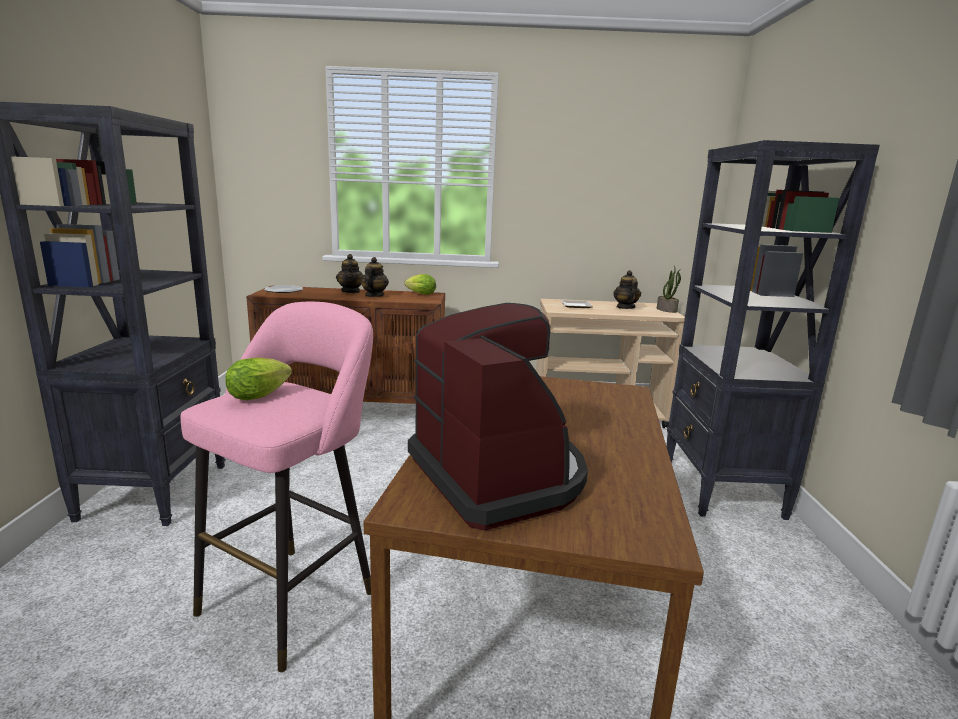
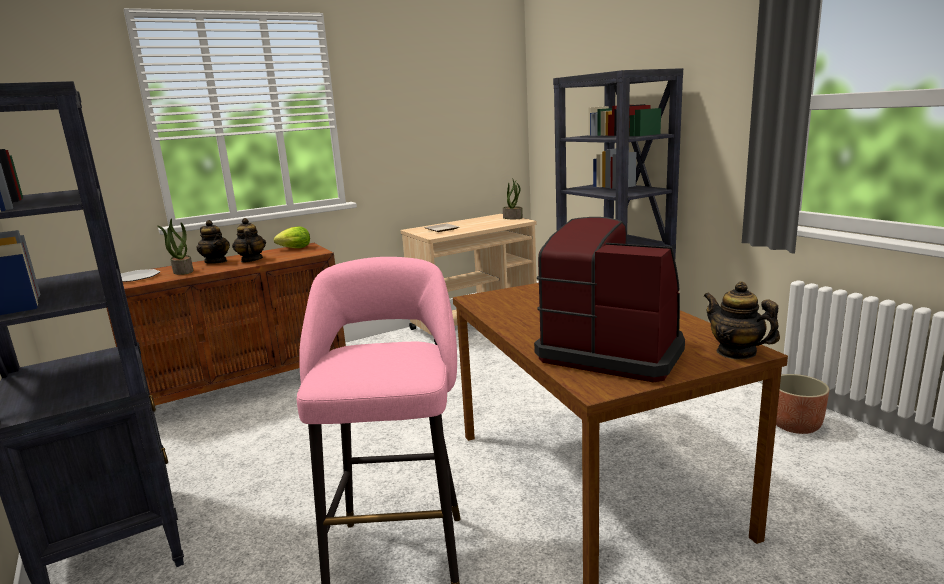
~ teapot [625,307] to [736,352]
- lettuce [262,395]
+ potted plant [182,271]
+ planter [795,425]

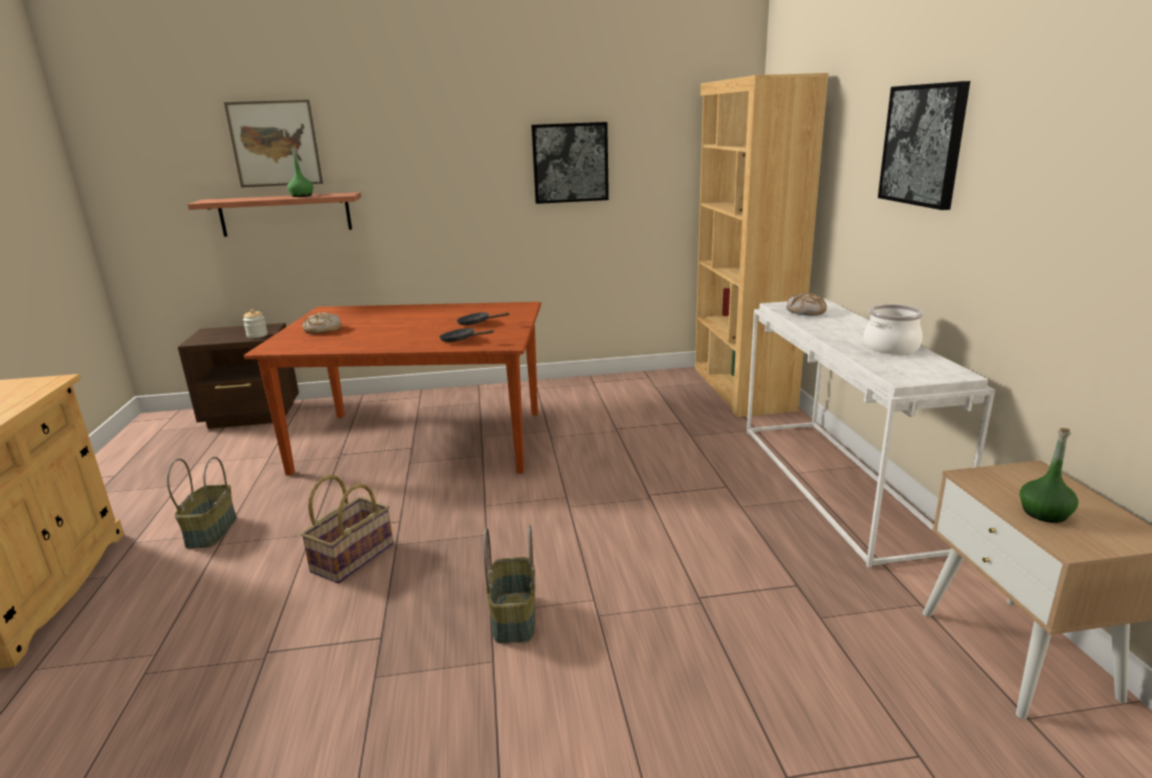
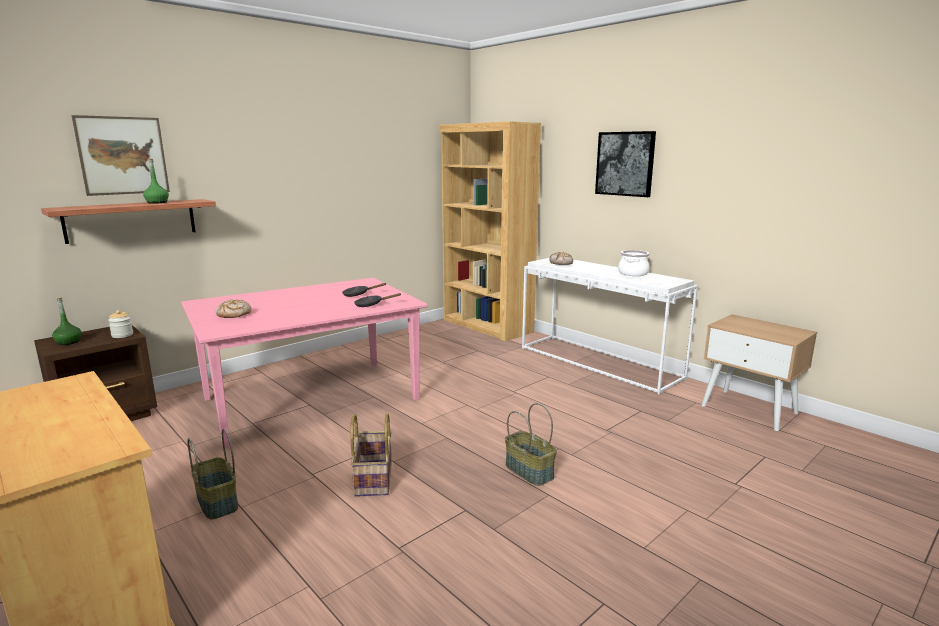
- picture [570,163]
~ brown dining table [423,441] to pink dining table [312,398]
~ green bottle [1044,513] to [68,342]

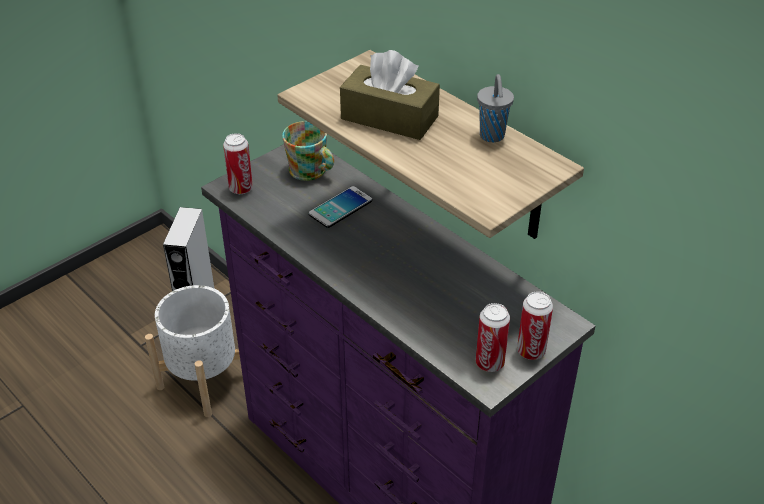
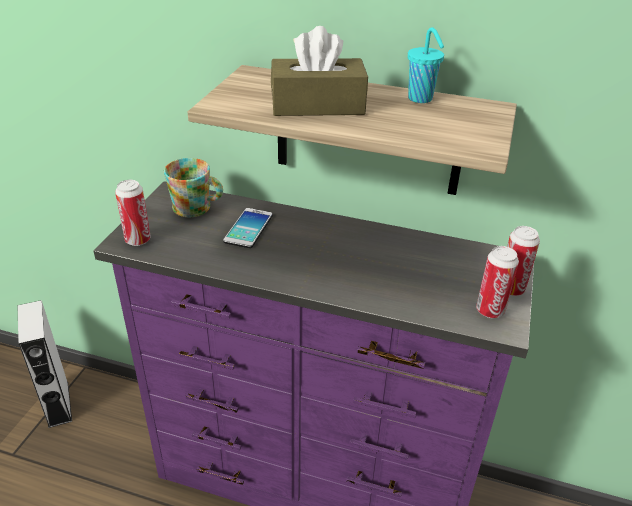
~ grey cup [492,137] to turquoise cup [421,99]
- white planter [204,380]

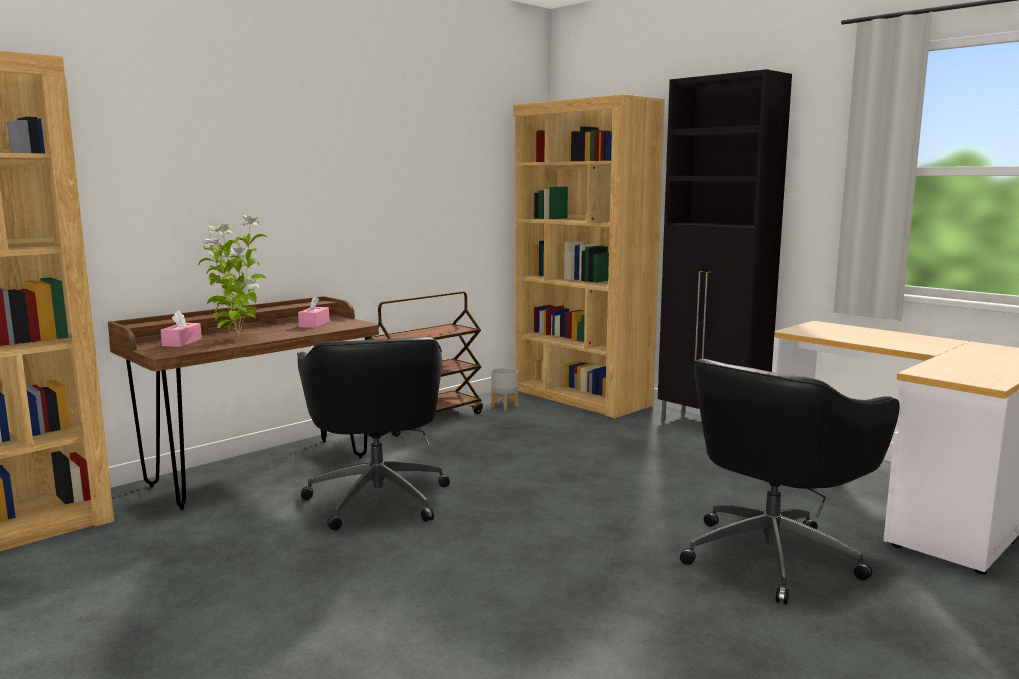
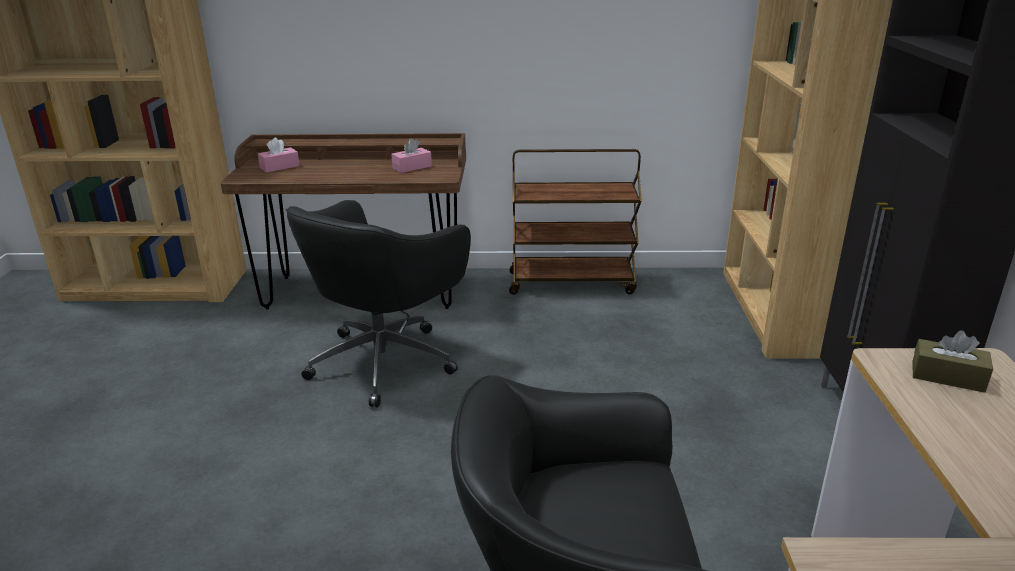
- potted plant [237,338]
- grey planter [505,406]
+ brown tissue box [947,376]

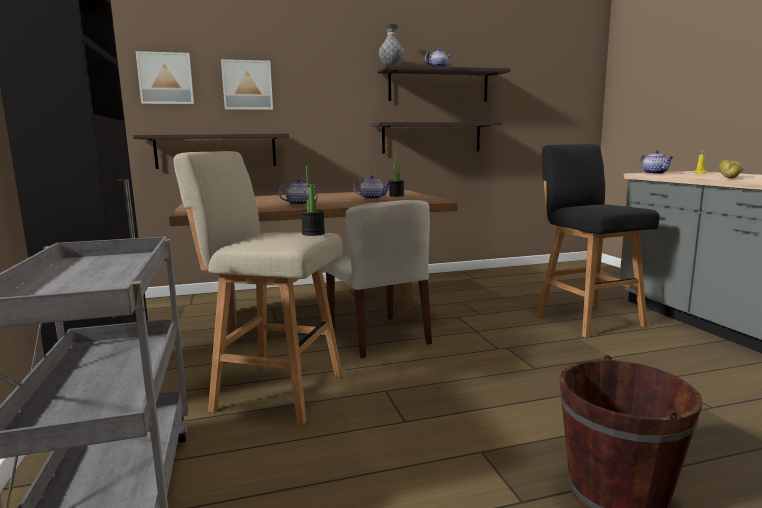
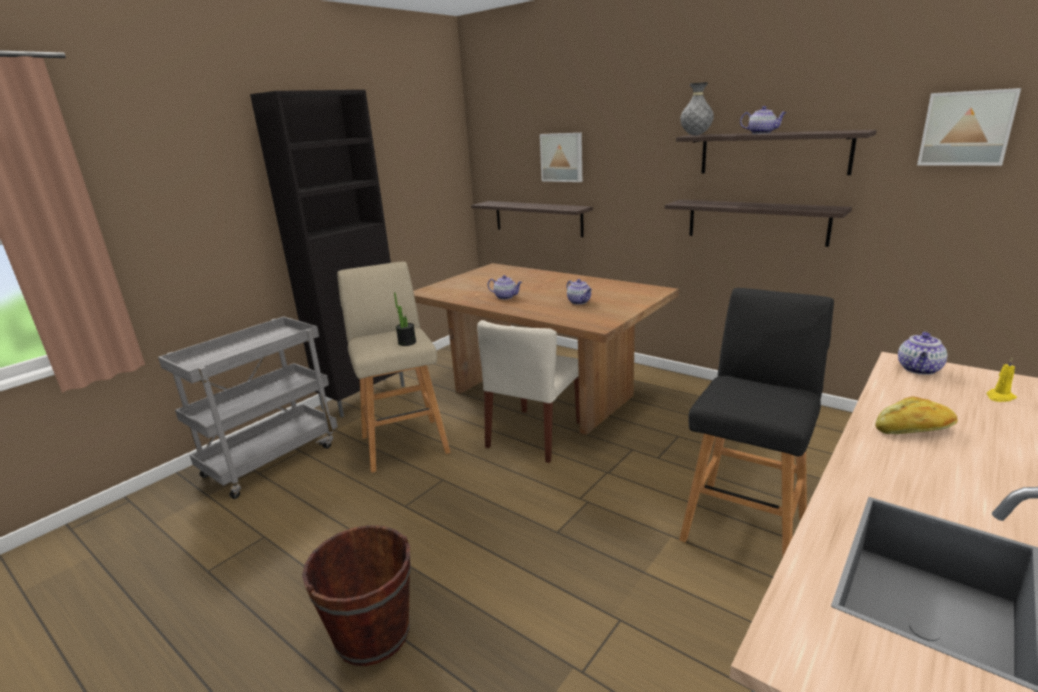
~ picture [166,78] to [966,128]
- potted plant [396,195]

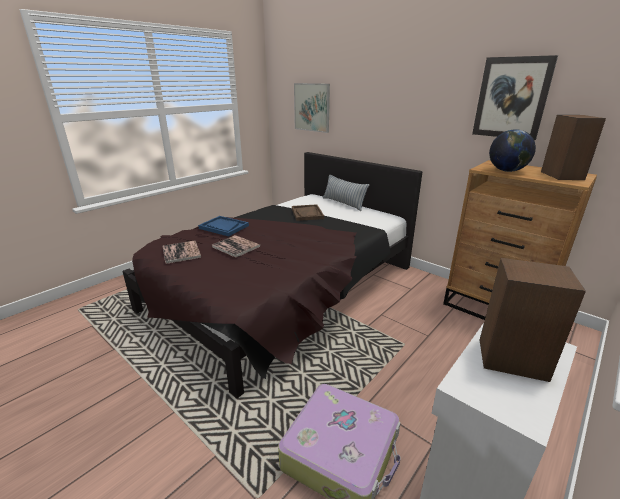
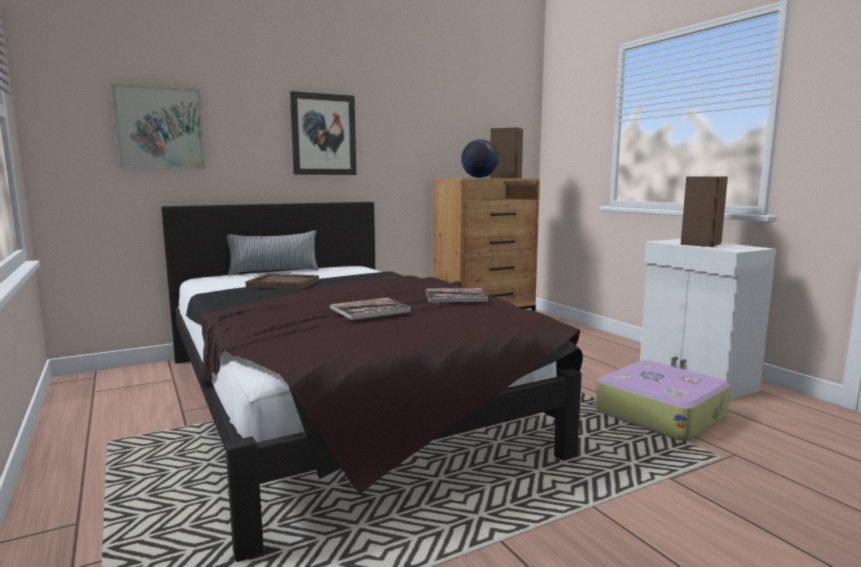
~ picture [511,98] to [323,134]
- blue tray [223,227]
~ book [181,252] to [455,296]

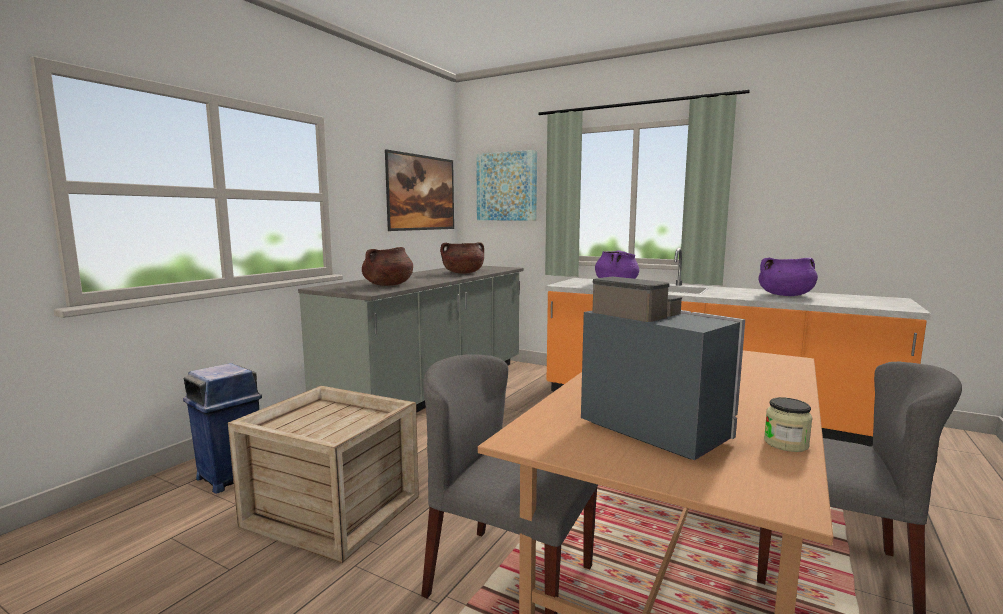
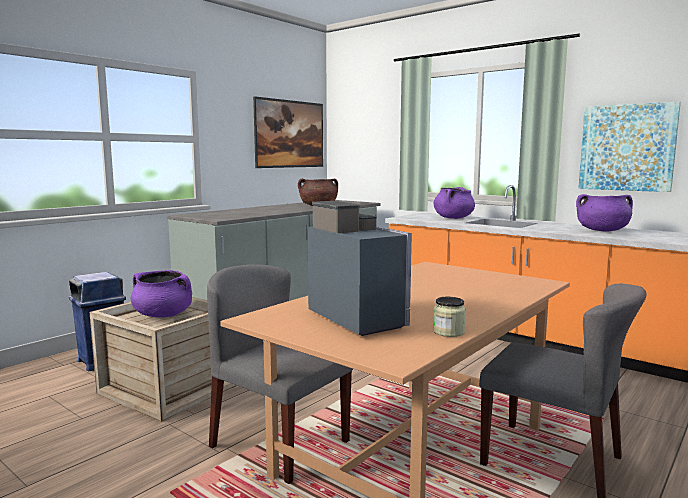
~ picture [506,186] to [627,147]
- brown cooking pot [388,285]
+ purple cooking pot [163,315]

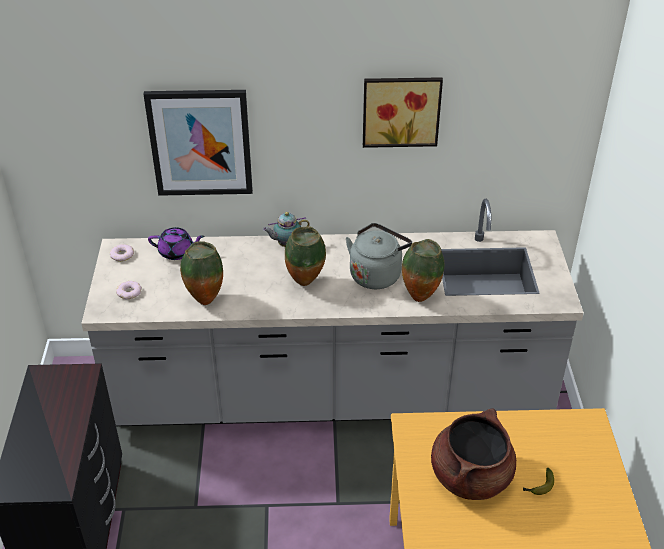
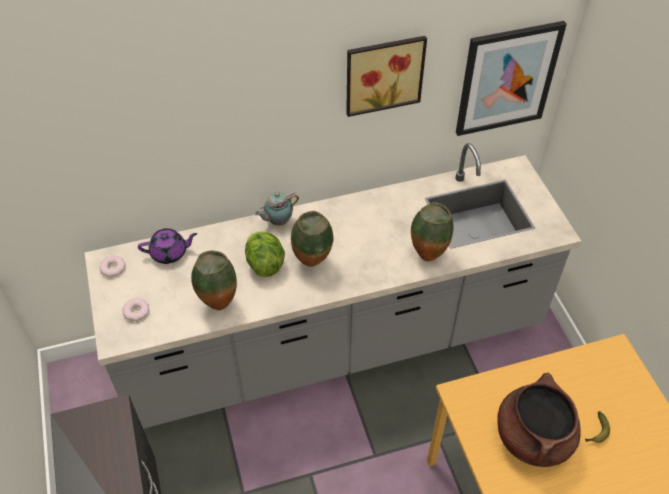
~ picture [200,142] to [507,79]
- grey kettle [376,274]
+ lettuce [264,263]

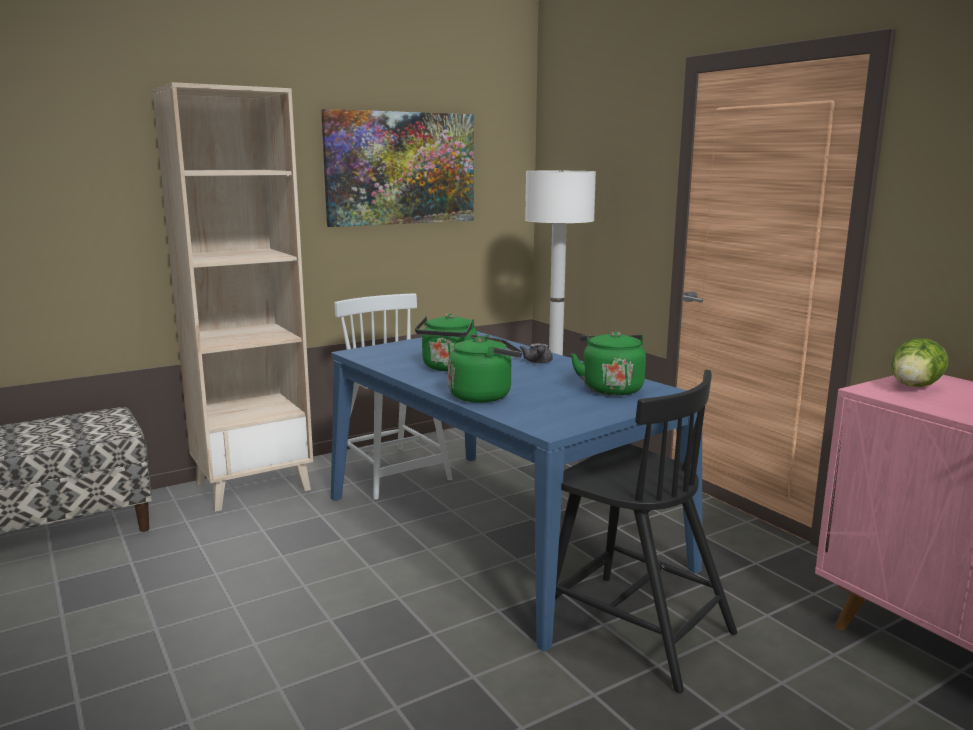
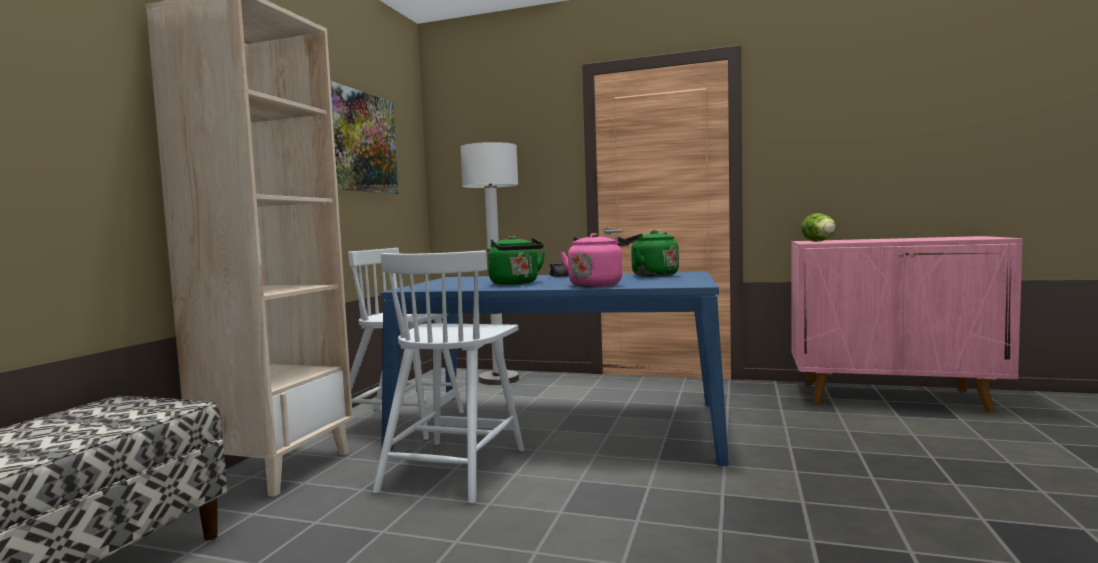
~ green kettle [484,395] to pink kettle [596,285]
- black chair [633,628]
+ white chair [454,468]

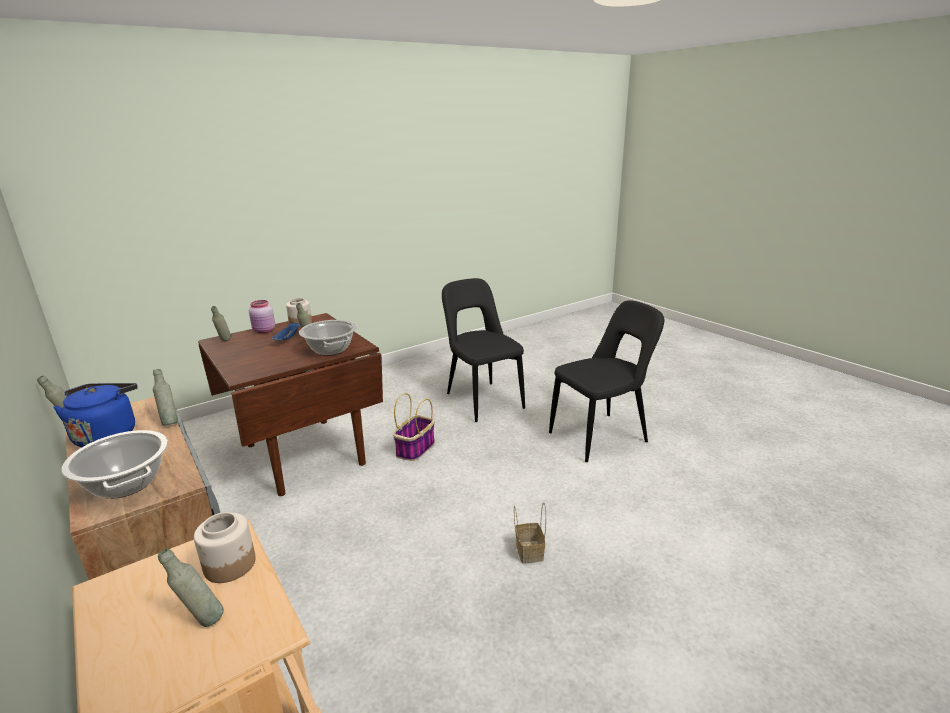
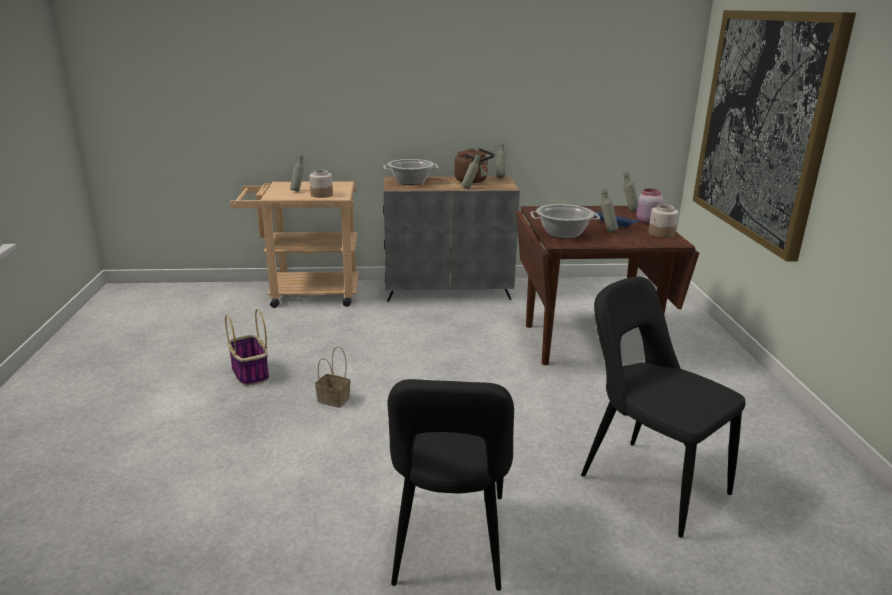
~ black chair [482,400] = [647,482] 135 degrees counterclockwise
~ blue kettle [107,435] to brown kettle [473,181]
~ basket [415,449] to [250,373]
+ picture [762,125]

